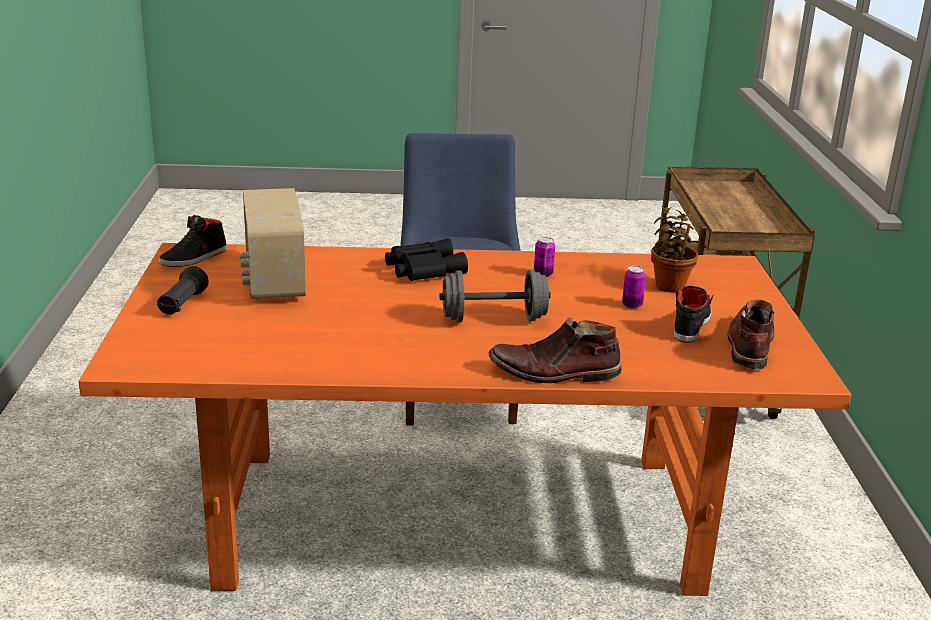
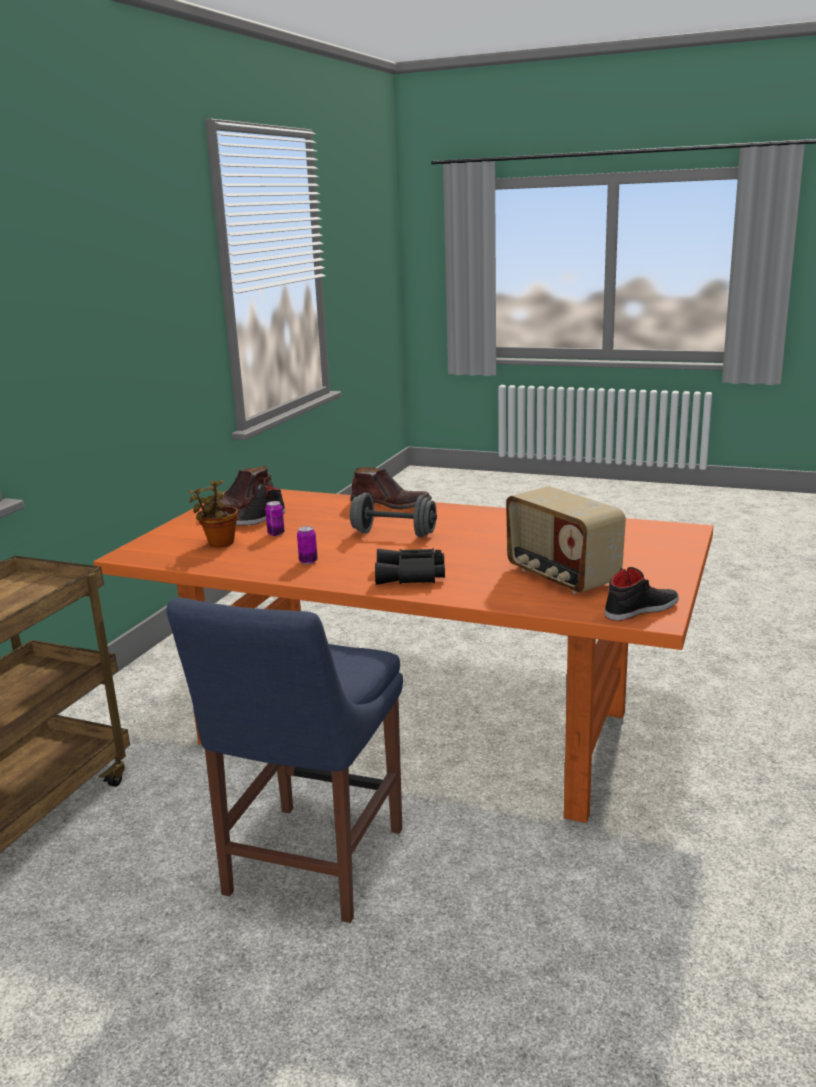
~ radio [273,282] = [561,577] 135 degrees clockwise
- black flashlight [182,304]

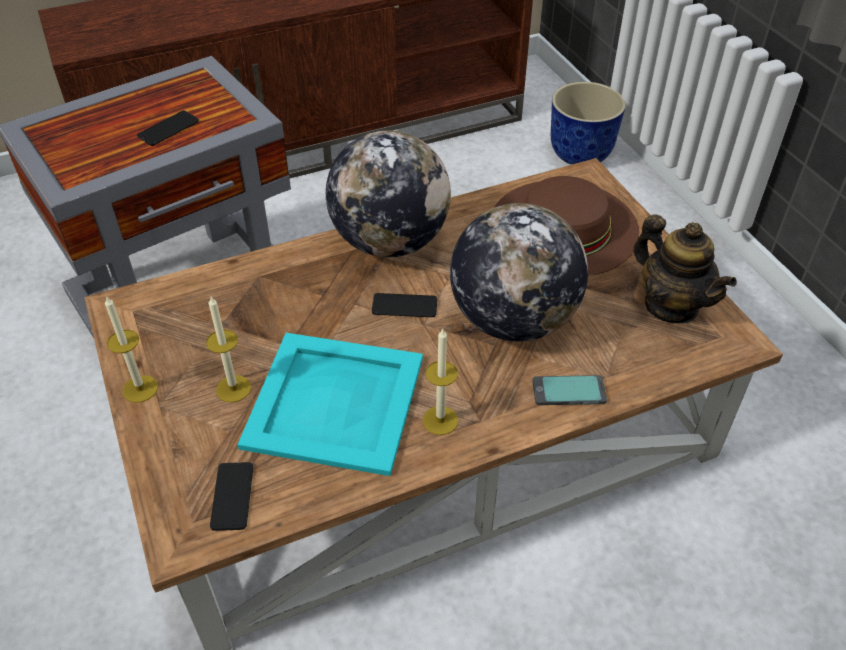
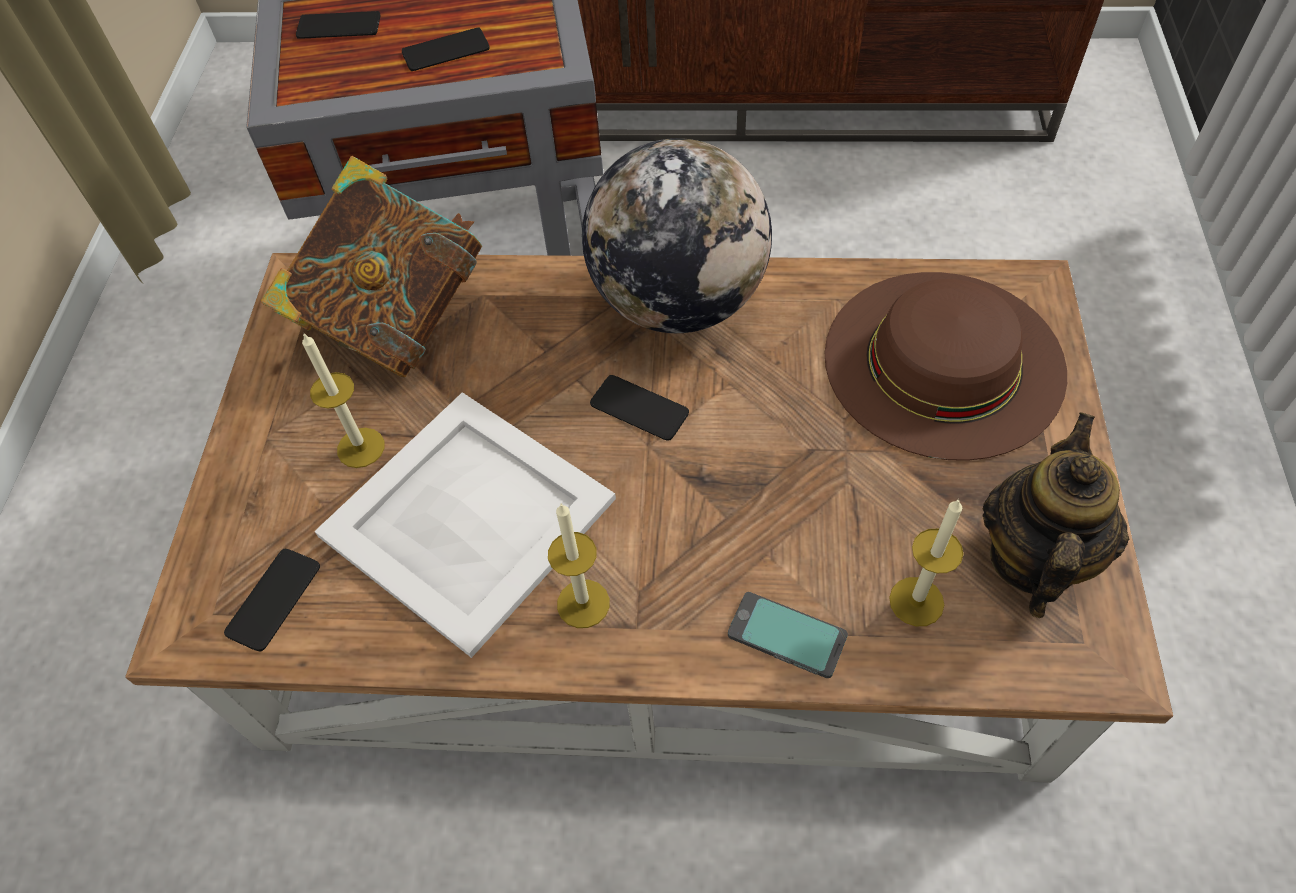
- planter [581,155]
- globe [512,320]
~ teapot [671,305] = [1033,557] 150 degrees counterclockwise
~ candle [140,389] to [916,601]
~ turquoise tray [333,402] to white tray [464,518]
+ phone [339,26]
+ book [395,318]

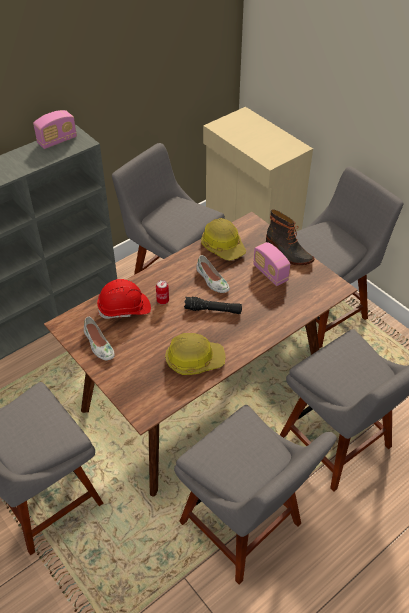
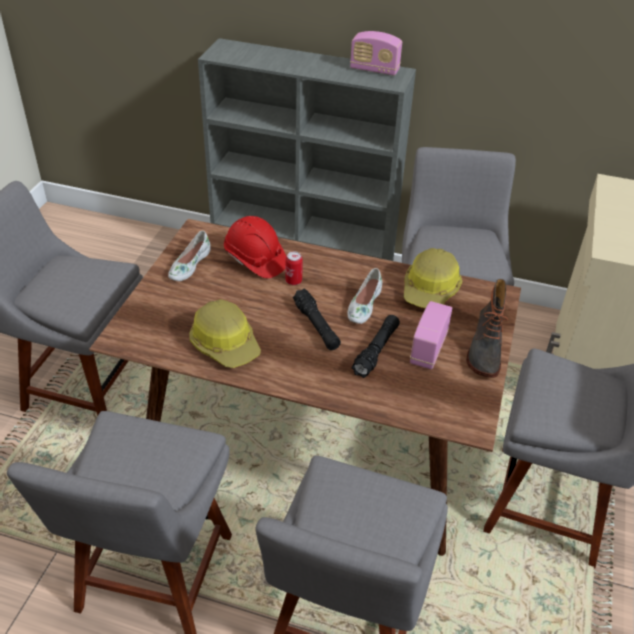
+ black flashlight [376,351]

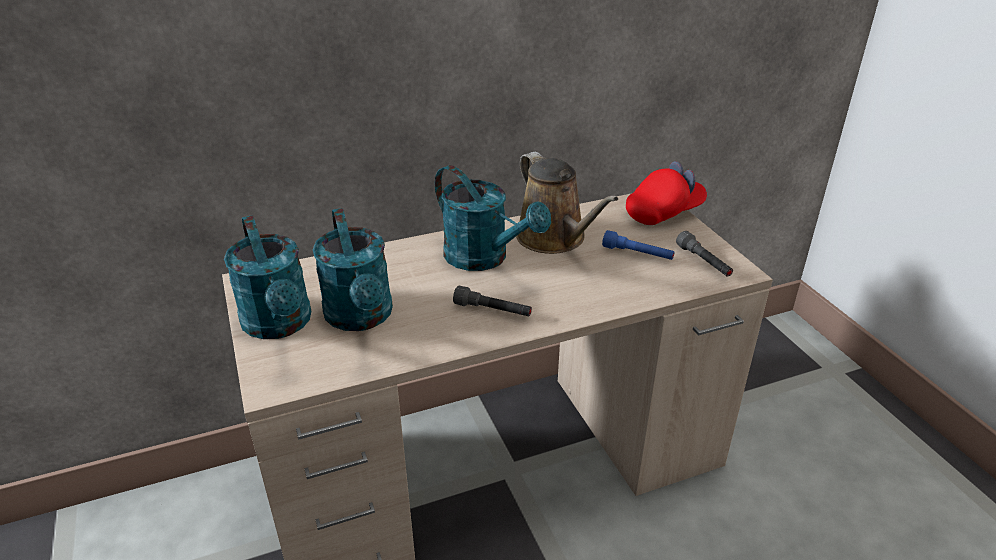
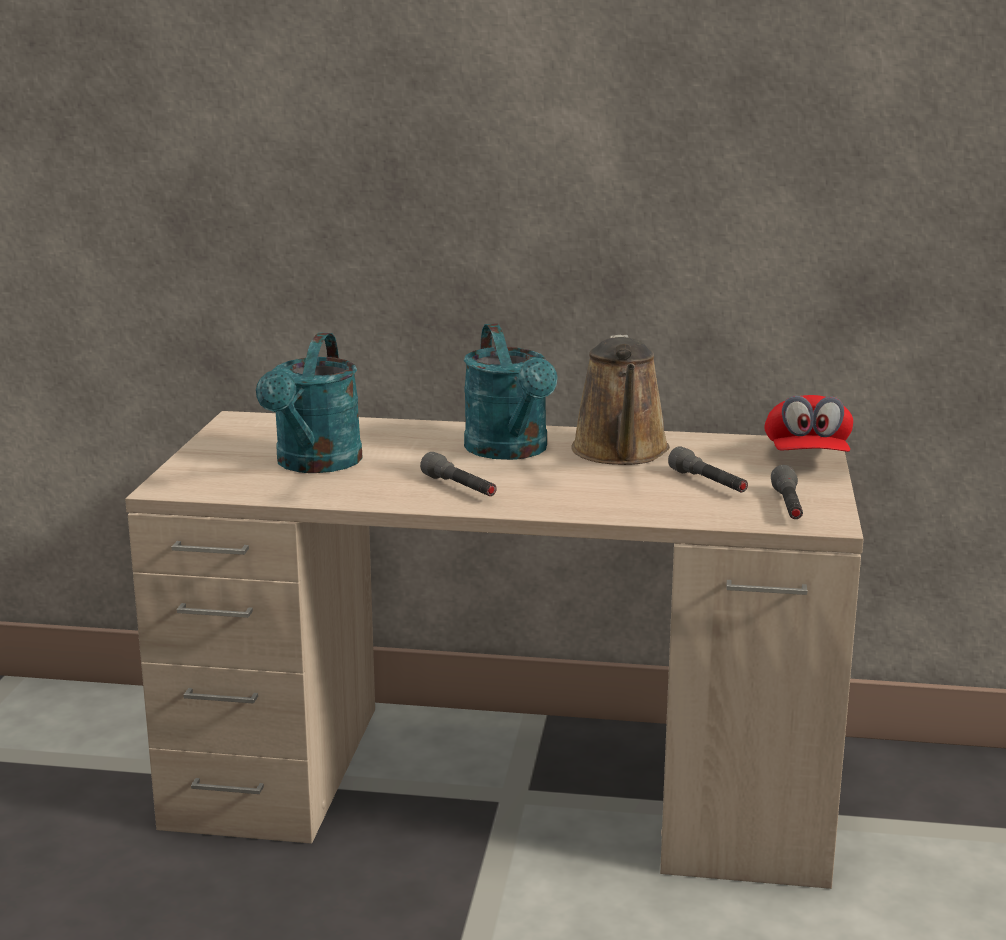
~ red cap [664,213] = [807,459] 90 degrees clockwise
- turquoise watering can [280,325]
~ blue flashlight [637,254] to grey flashlight [708,483]

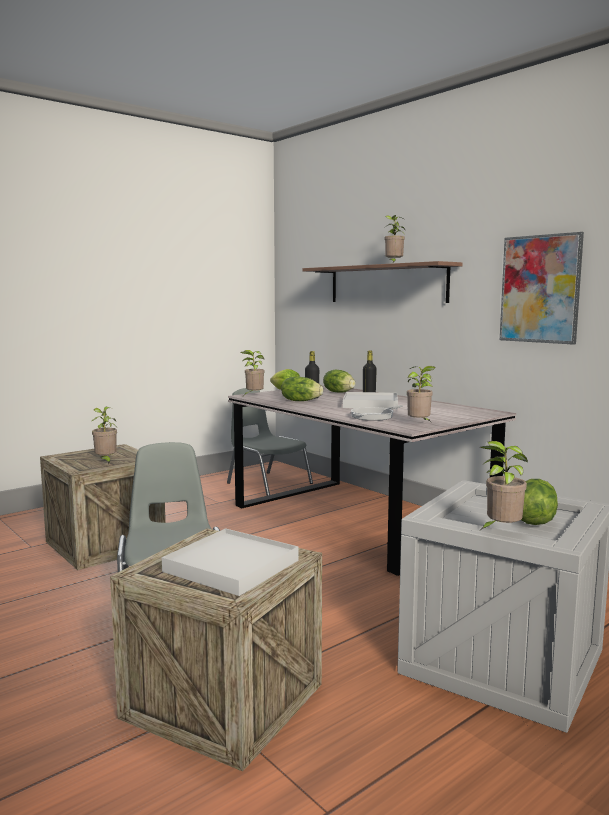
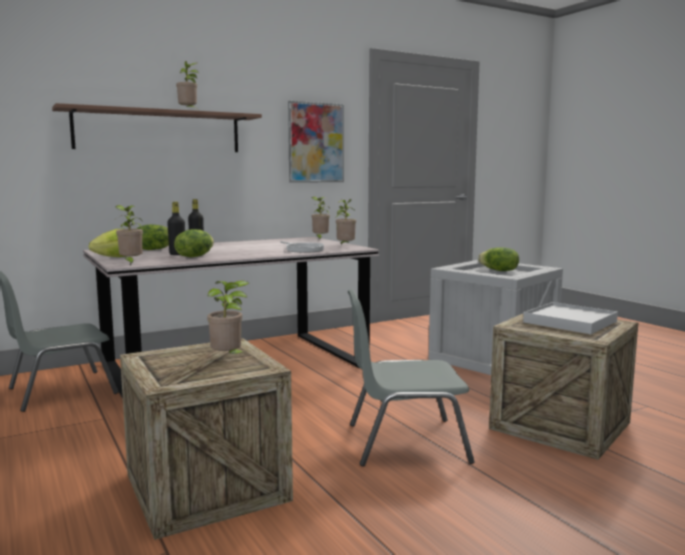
- white tray [370,404]
~ potted plant [500,530] to [320,239]

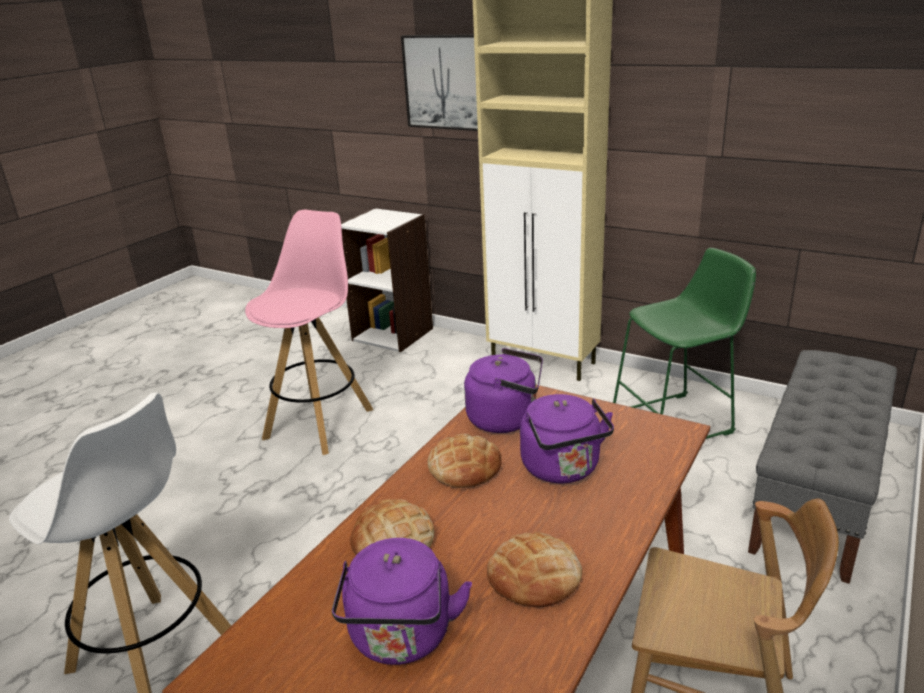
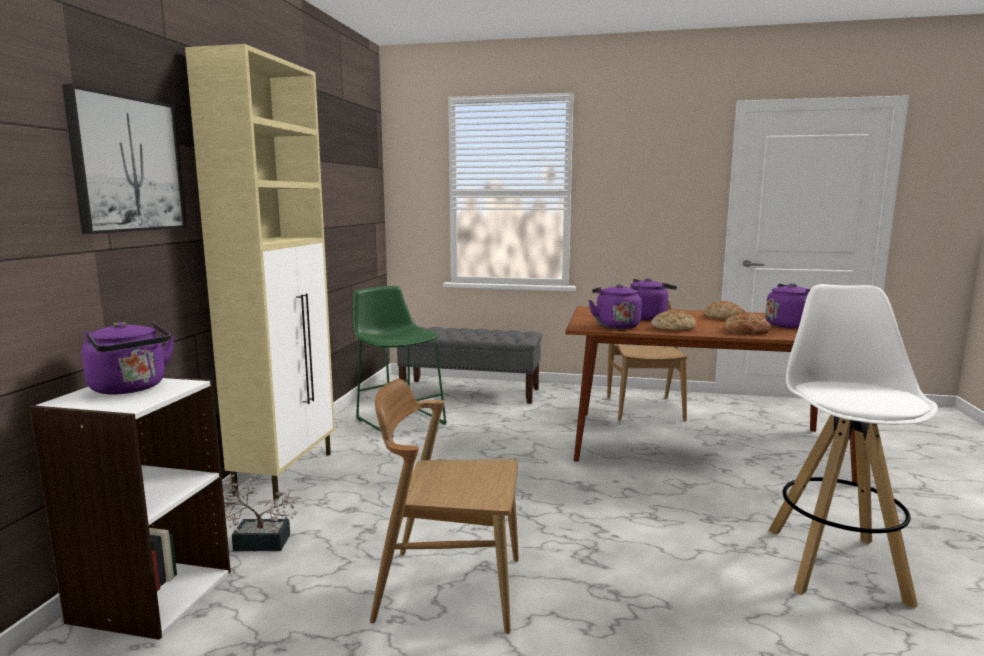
~ pink stool [320,422] to brown chair [449,588]
+ purple kettle [131,388]
+ potted plant [256,542]

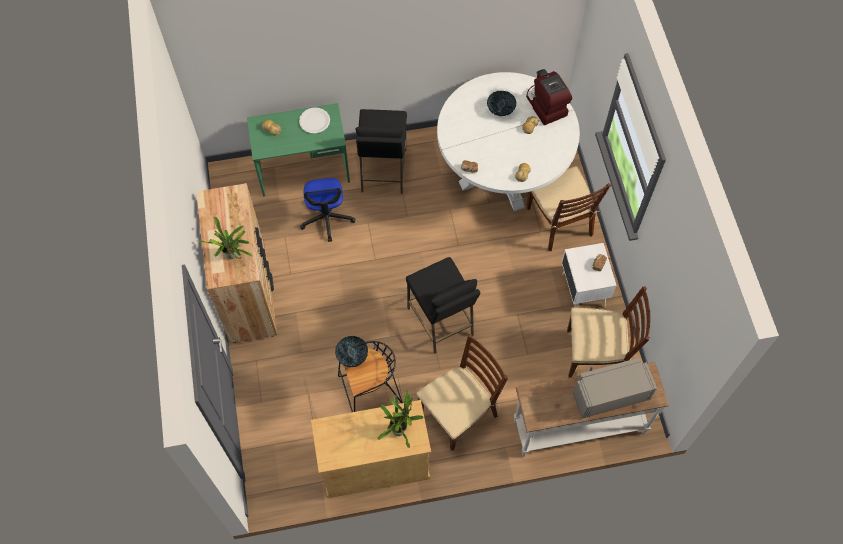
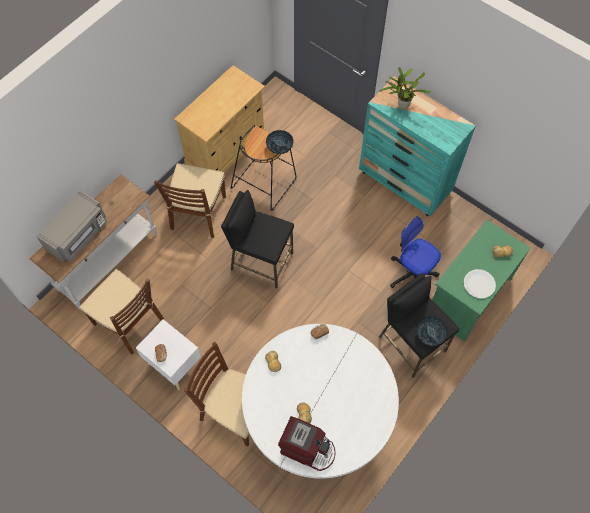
~ bowl [501,108] to [430,334]
~ brown dresser [249,296] to turquoise dresser [405,183]
~ brown chair [597,354] = [129,322] 105 degrees counterclockwise
- potted plant [400,428]

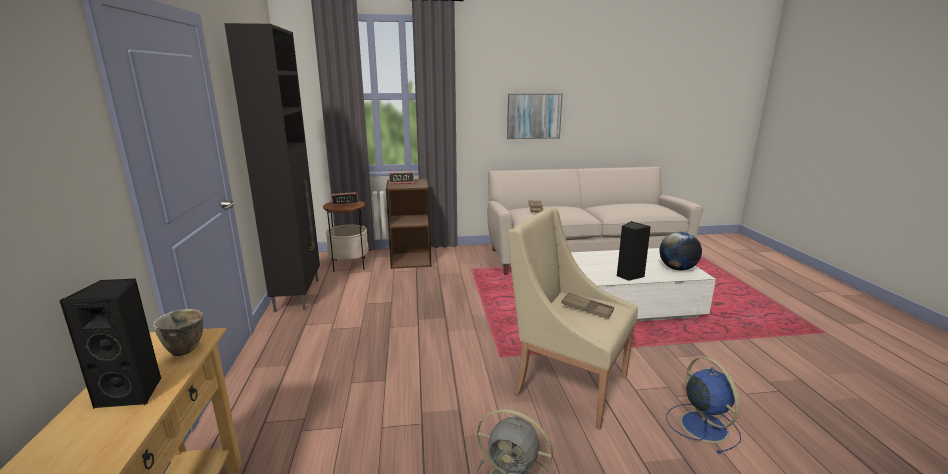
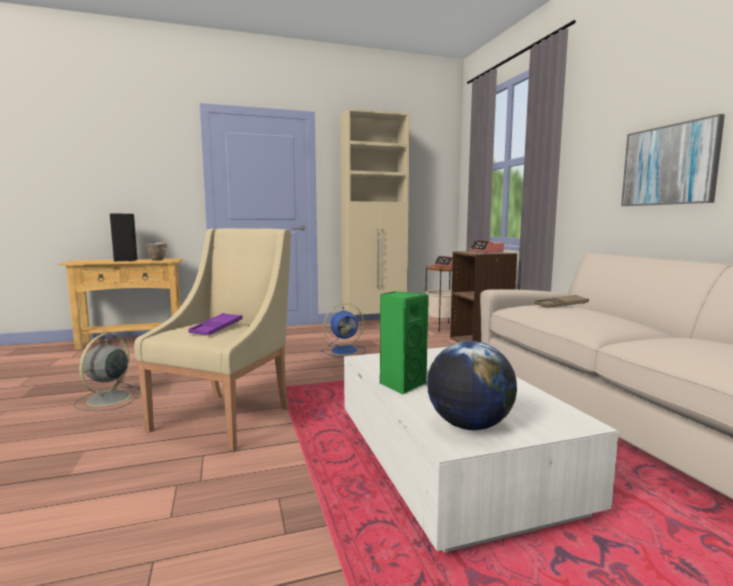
~ black cabinet [298,294] to beige cabinet [375,324]
~ black speaker [628,275] to green speaker [401,384]
~ brown tray [587,309] to purple tray [217,328]
~ blue fan [702,425] to [345,351]

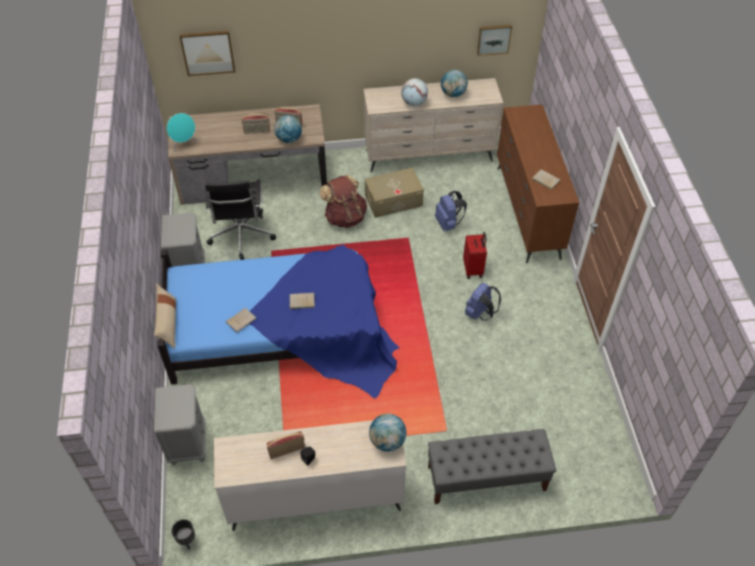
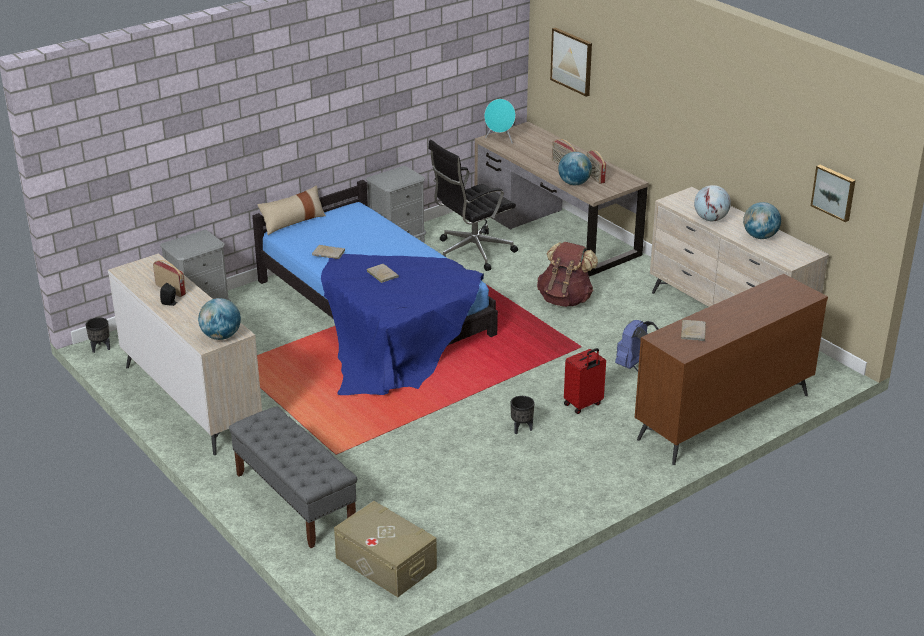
~ beige storage box [393,200] to [386,563]
~ blue backpack [480,313] to black planter [521,429]

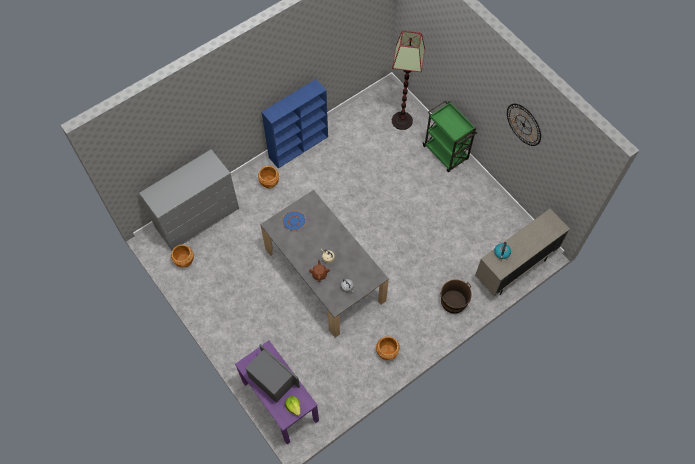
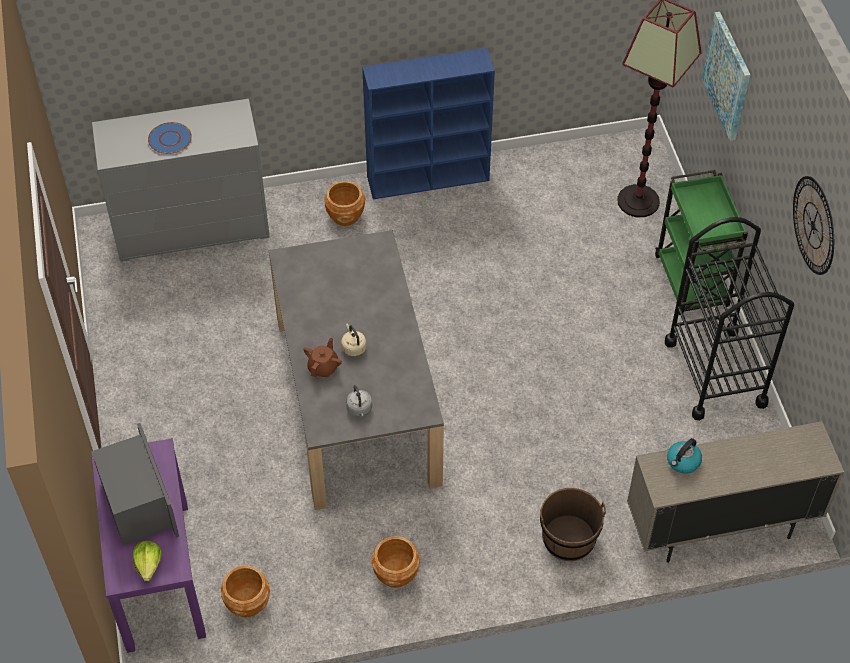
~ blue plate [294,221] to [169,139]
~ brown planter [184,261] to [247,603]
+ picture [727,76]
+ black cart [715,373]

